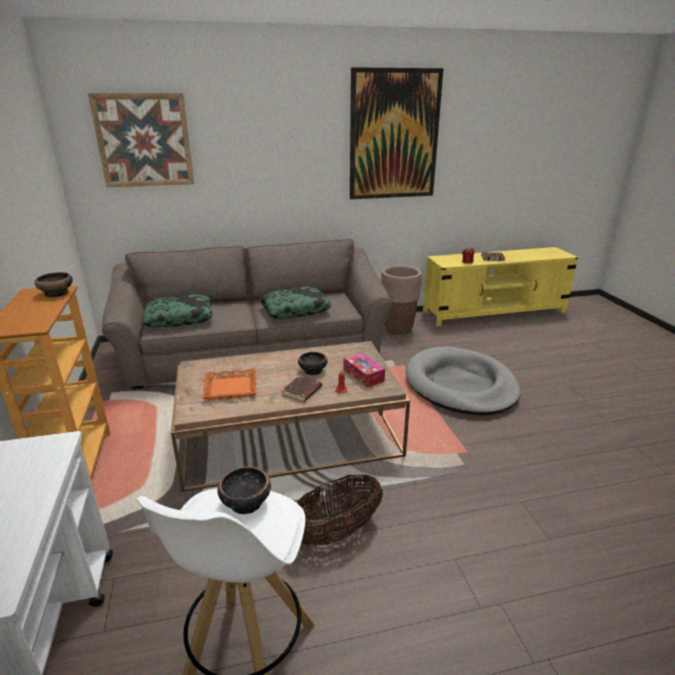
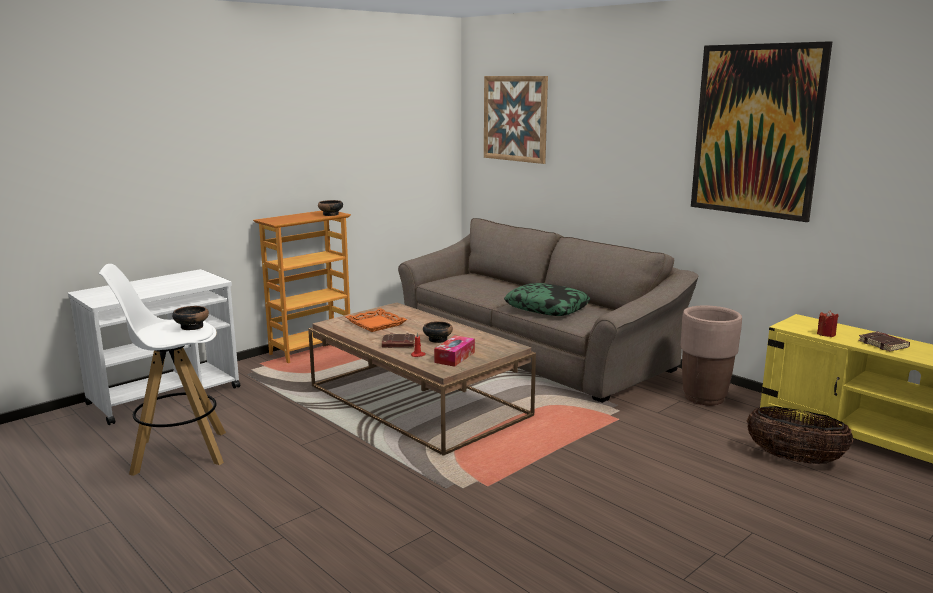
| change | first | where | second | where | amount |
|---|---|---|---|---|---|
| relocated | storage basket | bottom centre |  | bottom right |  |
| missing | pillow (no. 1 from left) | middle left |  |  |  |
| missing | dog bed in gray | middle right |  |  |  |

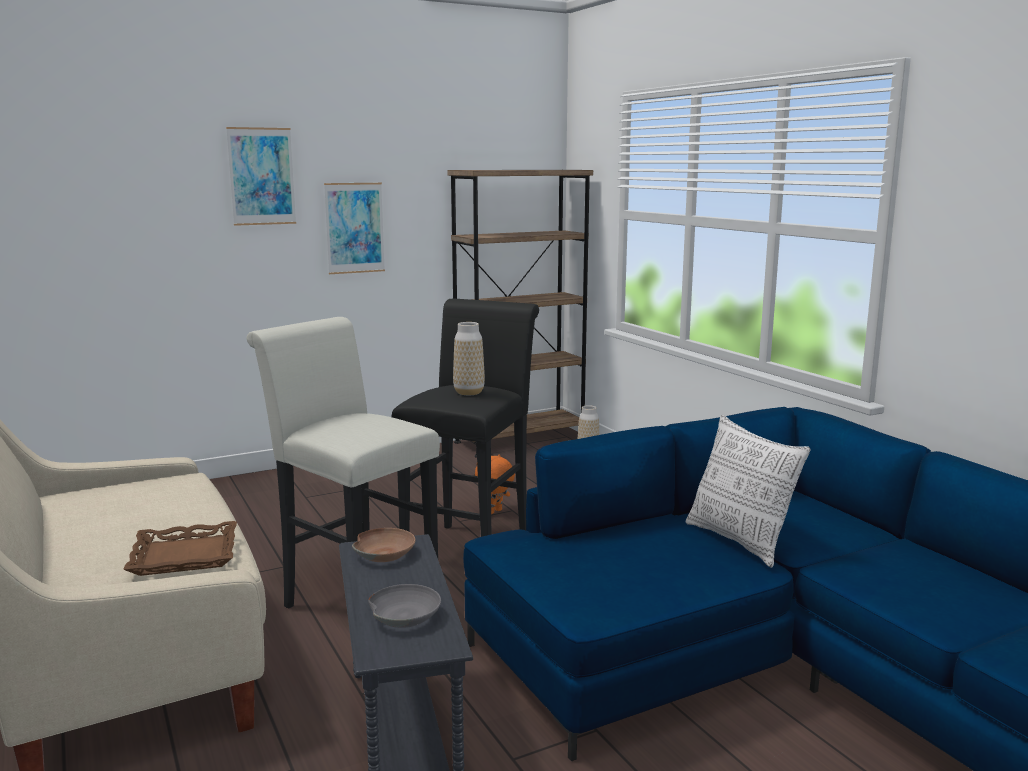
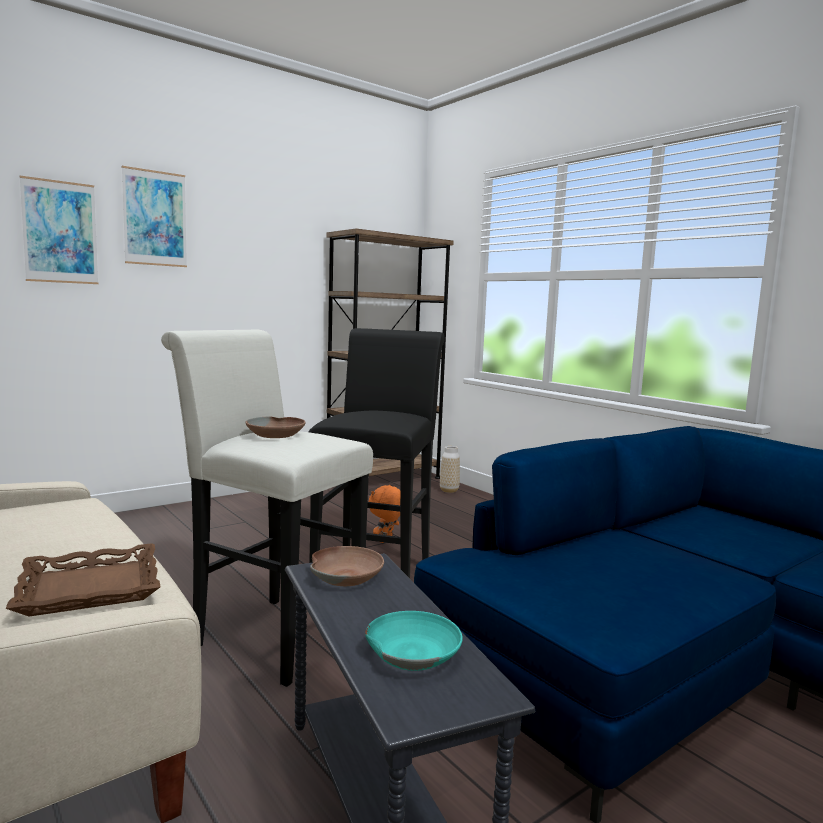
| change | first | where | second | where | amount |
|---|---|---|---|---|---|
| relocated | picture (no. 2 from left in the first image) | top centre | picture (no. 1 from left) | top left |  |
| appeared |  |  | deep dish in brownish (no. 1 from left) | centre |  |
| colour | deep dish in gray | bottom centre | deep dish in turquoise-coloured | bottom centre |  |
| missing | vase (no. 1 from left) | centre |  |  |  |
| missing | pillow | middle right |  |  |  |

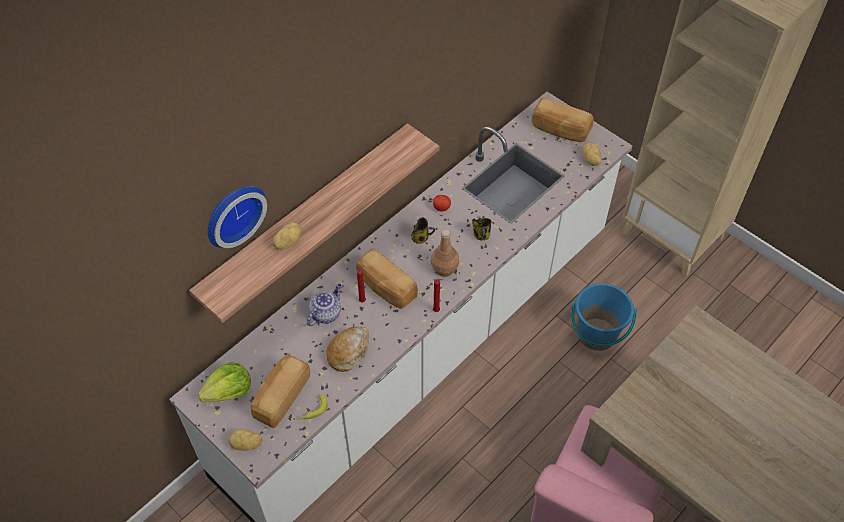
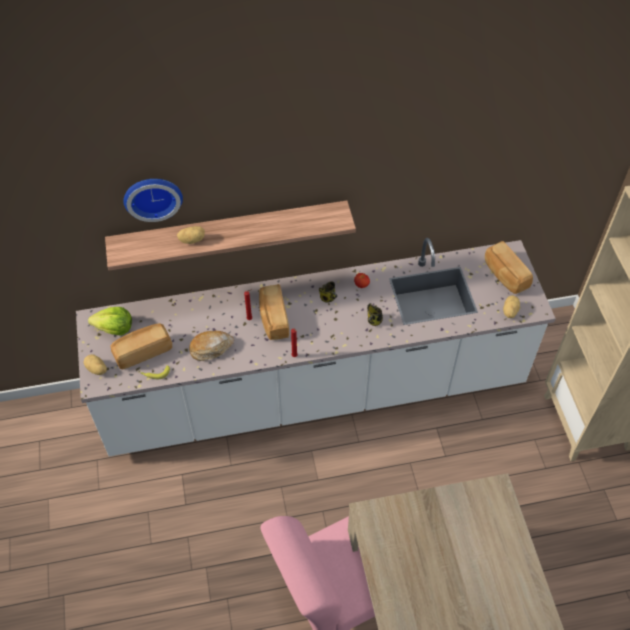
| change | first | where | second | where | amount |
|---|---|---|---|---|---|
| missing | tea pot | centre |  |  |  |
| missing | beverage bottle in brownish | centre |  |  |  |
| missing | water bucket in blue-coloured | middle right |  |  |  |

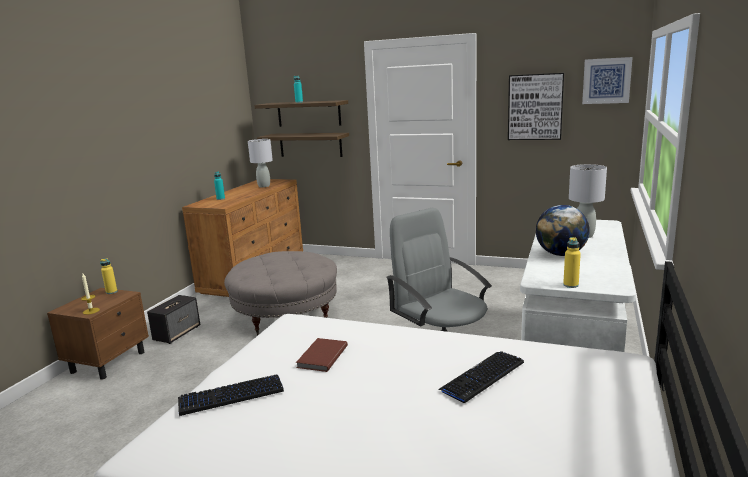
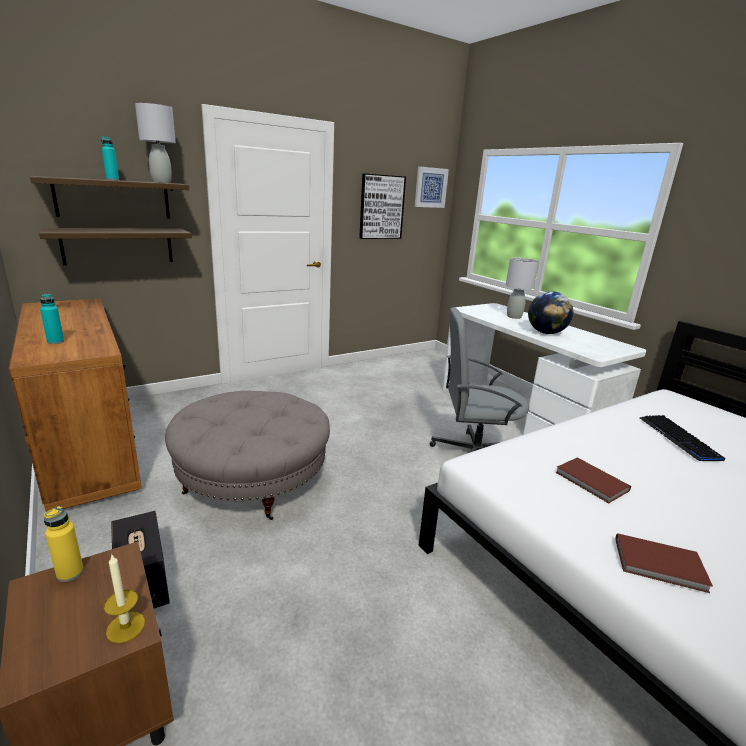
| change | first | where | second | where | amount |
|---|---|---|---|---|---|
| relocated | table lamp in gray (no. 1 from left) | centre |  | top left |  |
| exchanged | PC keyboard (no. 1 from left) | bottom left | book in brownish (no. 2 from left) | bottom right |  |
| missing | beverage bottle in yellow (no. 2 from left) | middle right |  |  |  |

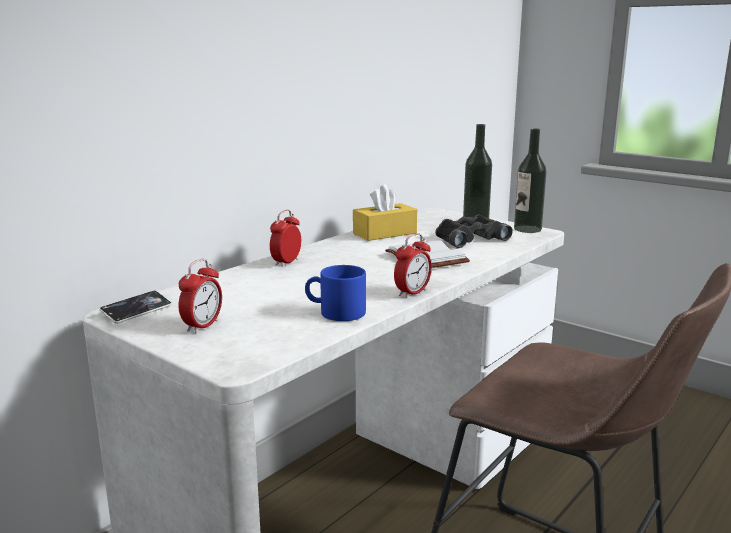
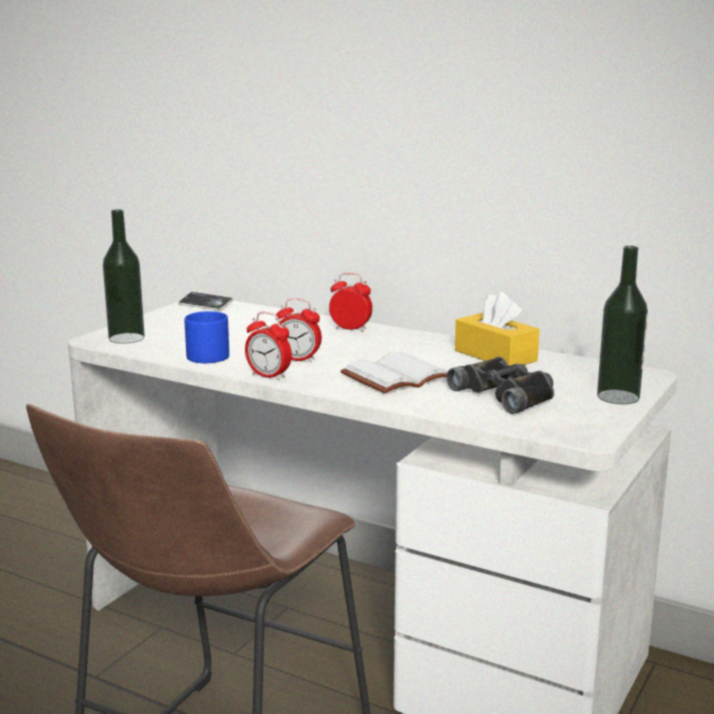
| change | first | where | second | where | amount |
|---|---|---|---|---|---|
| relocated | beverage bottle (no. 2 from left in the first image) | middle right | beverage bottle (no. 1 from left) | middle left |  |
| relocated | alarm clock (no. 1 from left in the first image) | middle left | alarm clock (no. 2 from left) | centre |  |

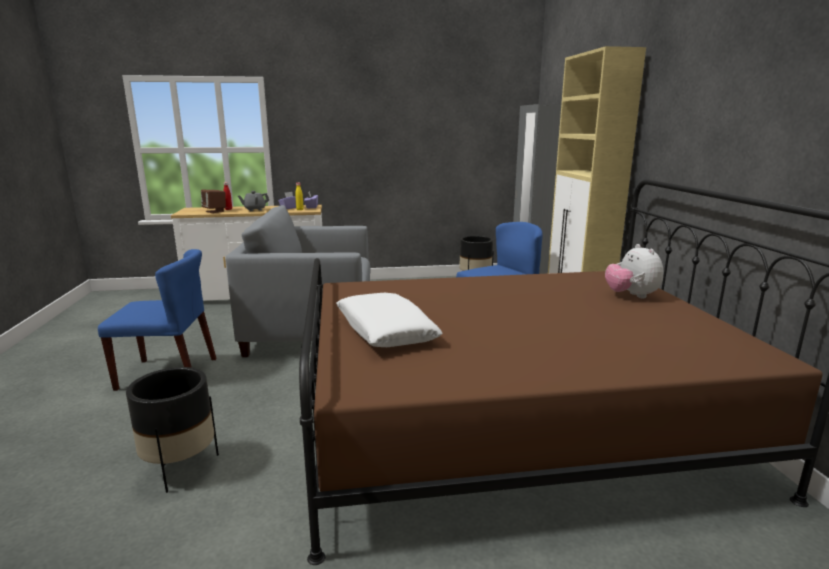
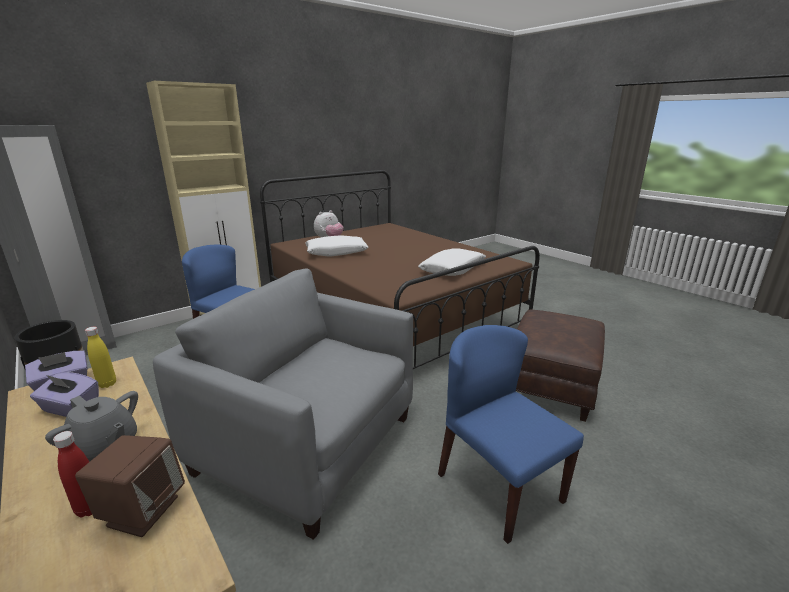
| change | first | where | second | where | amount |
|---|---|---|---|---|---|
| spun | lounge chair in gray | centre |  | bottom centre | 150 degrees clockwise |
| appeared |  |  | pillow in white (no. 1 from left) | centre |  |
| exchanged | plant pot in black (no. 1 from left) | bottom left | footrest in brownish | middle right |  |

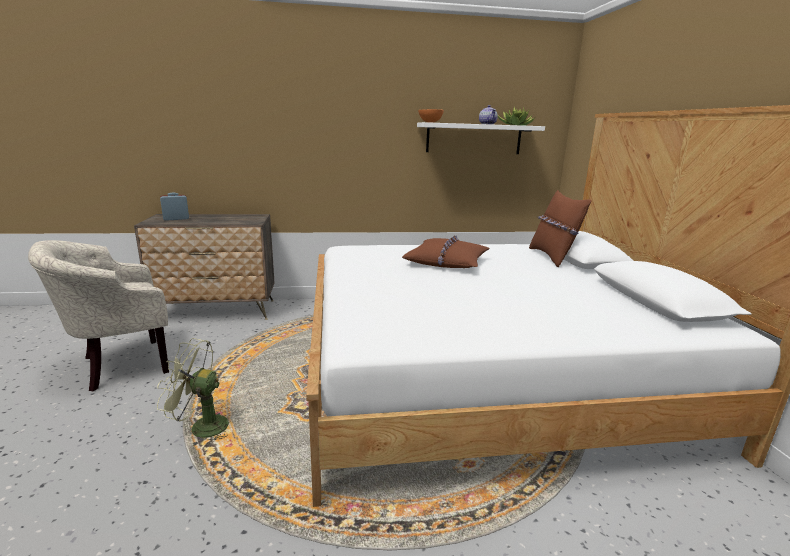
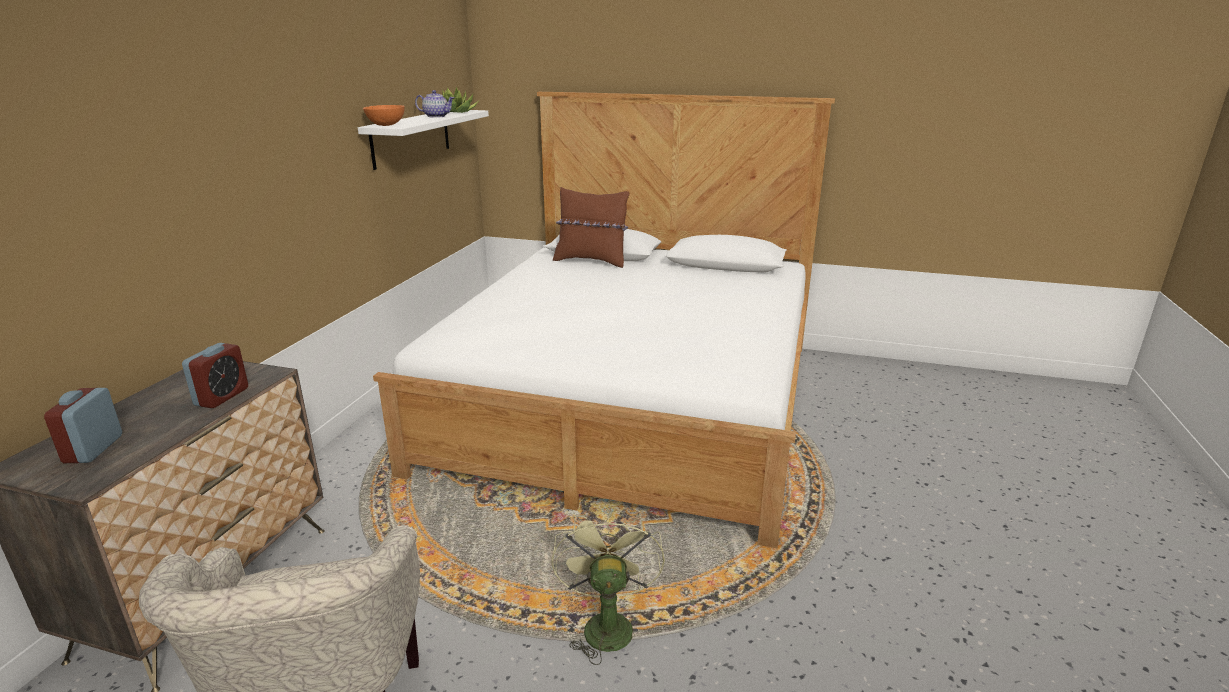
| change | first | where | second | where | amount |
|---|---|---|---|---|---|
| appeared |  |  | alarm clock (no. 2 from left) | middle left |  |
| spun | cooling fan in greenish | bottom left |  | bottom centre | 150 degrees clockwise |
| missing | pillow in brownish (no. 1 from left) | centre |  |  |  |

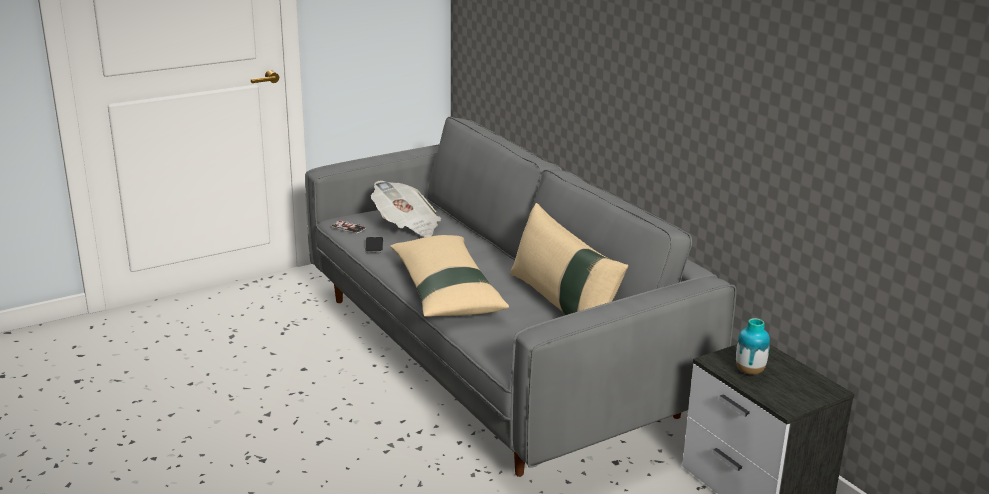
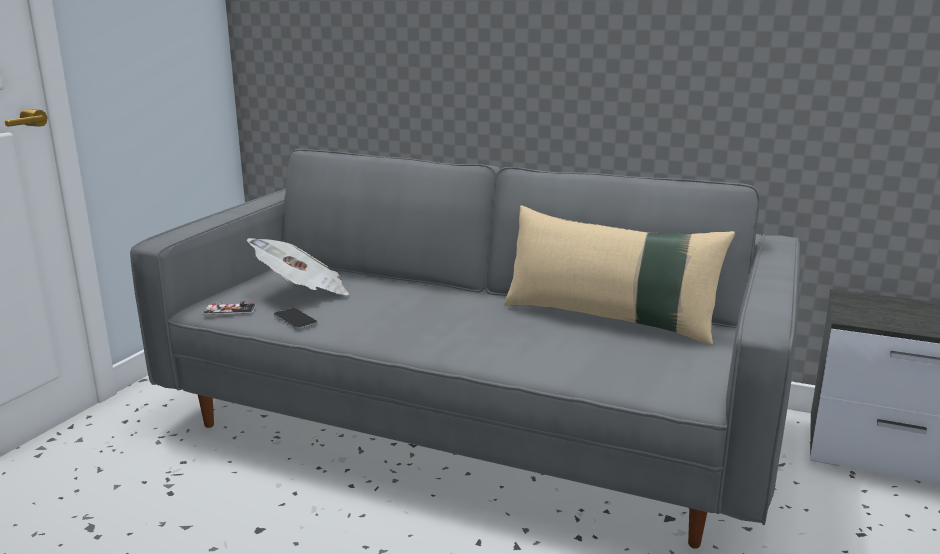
| change | first | where | second | where | amount |
|---|---|---|---|---|---|
| missing | pillow in beige (no. 1 from left) | centre |  |  |  |
| missing | vase | bottom right |  |  |  |

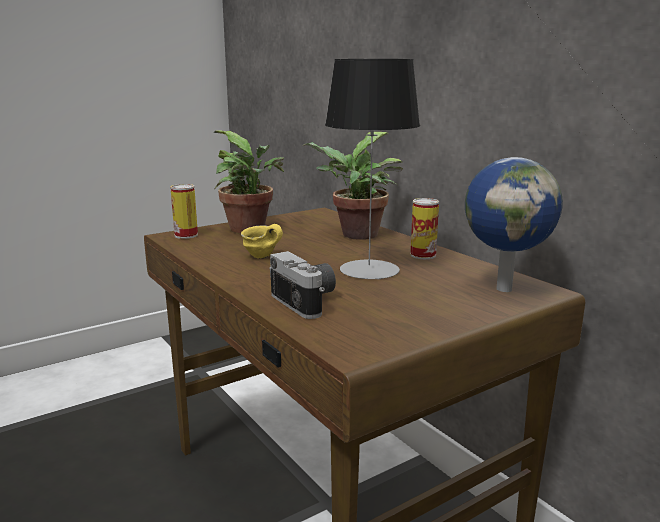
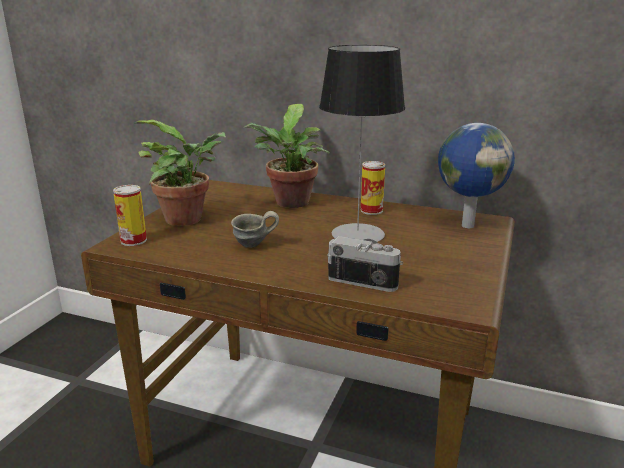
| change | first | where | second | where | amount |
|---|---|---|---|---|---|
| colour | mug in yellow | centre | mug in gray | centre |  |

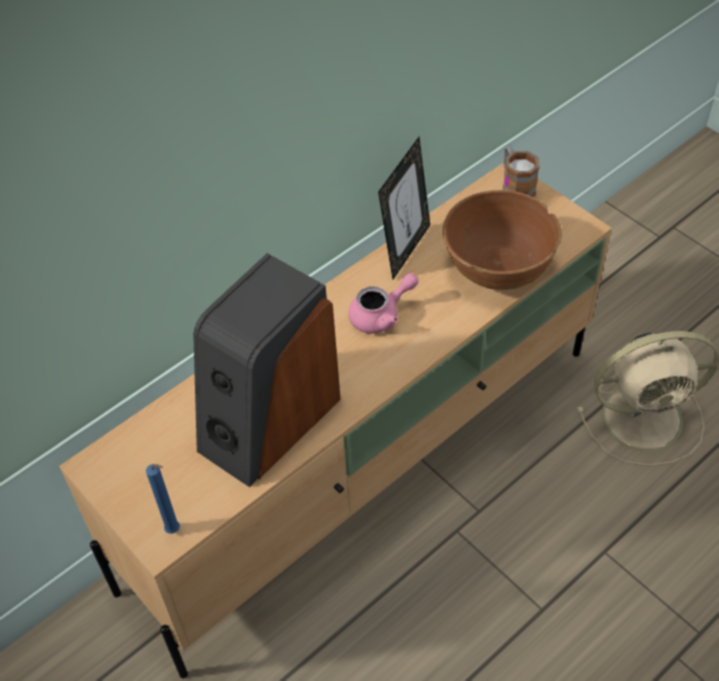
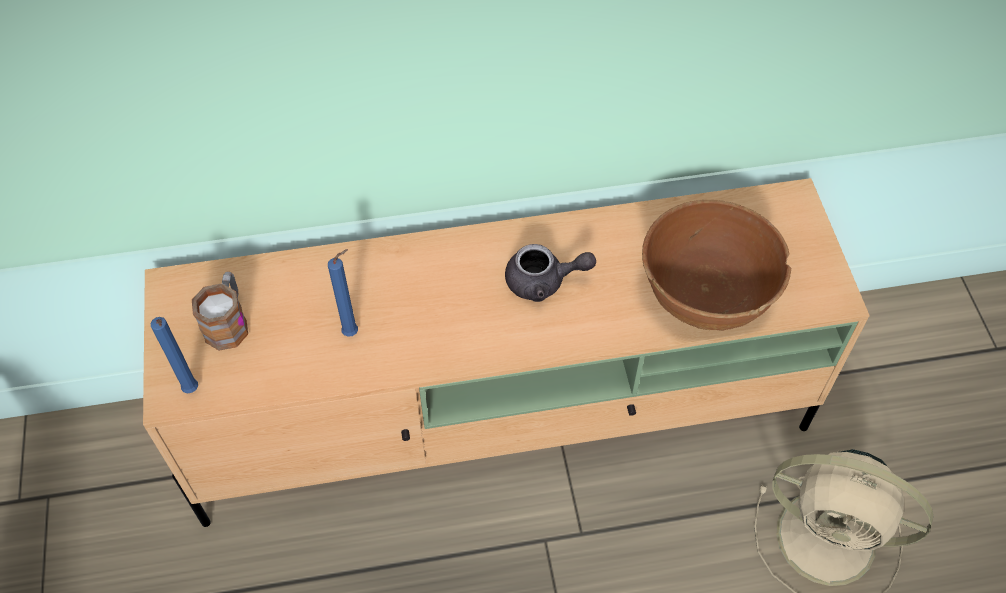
| change | first | where | second | where | amount |
|---|---|---|---|---|---|
| relocated | mug | top right |  | middle left |  |
| exchanged | audio speaker | centre | wax candle in blue-coloured (no. 2 from left) | centre |  |
| colour | tea pot in pink | centre | tea pot in gray | centre |  |
| missing | photo frame | top centre |  |  |  |

